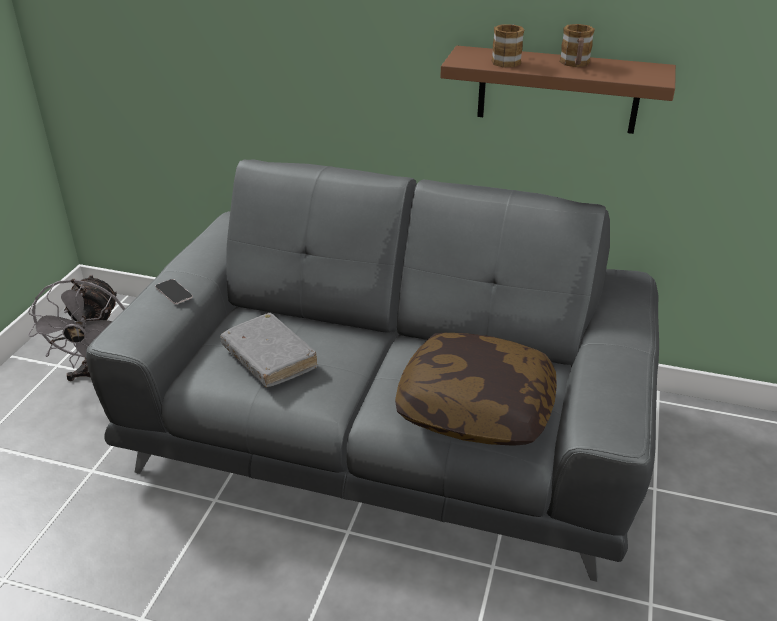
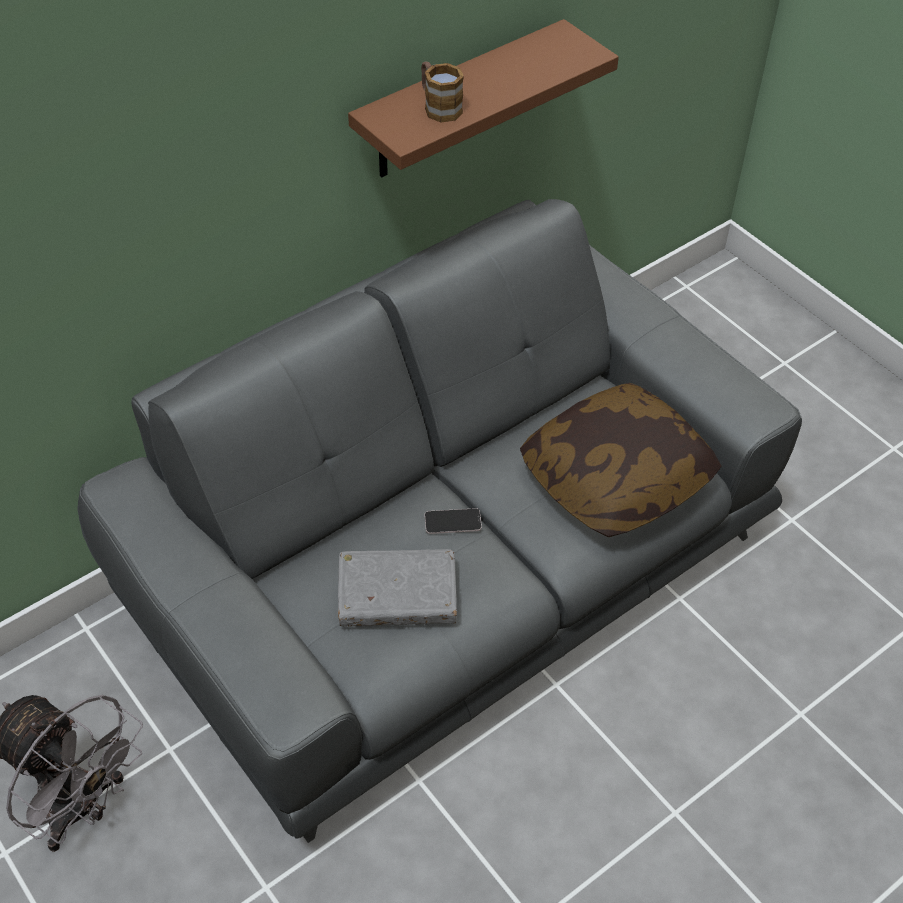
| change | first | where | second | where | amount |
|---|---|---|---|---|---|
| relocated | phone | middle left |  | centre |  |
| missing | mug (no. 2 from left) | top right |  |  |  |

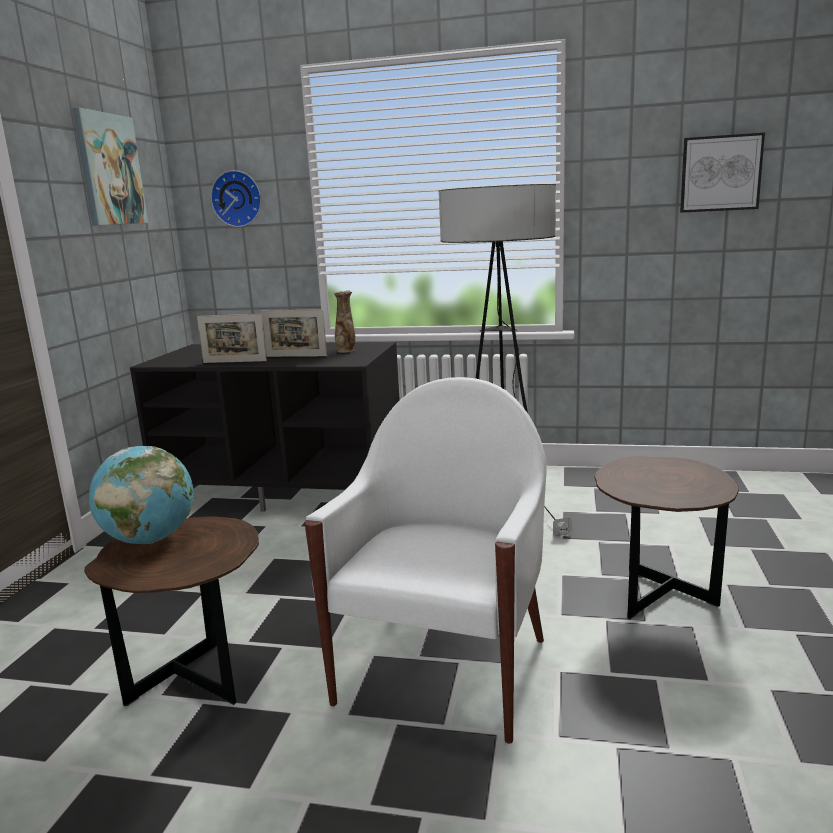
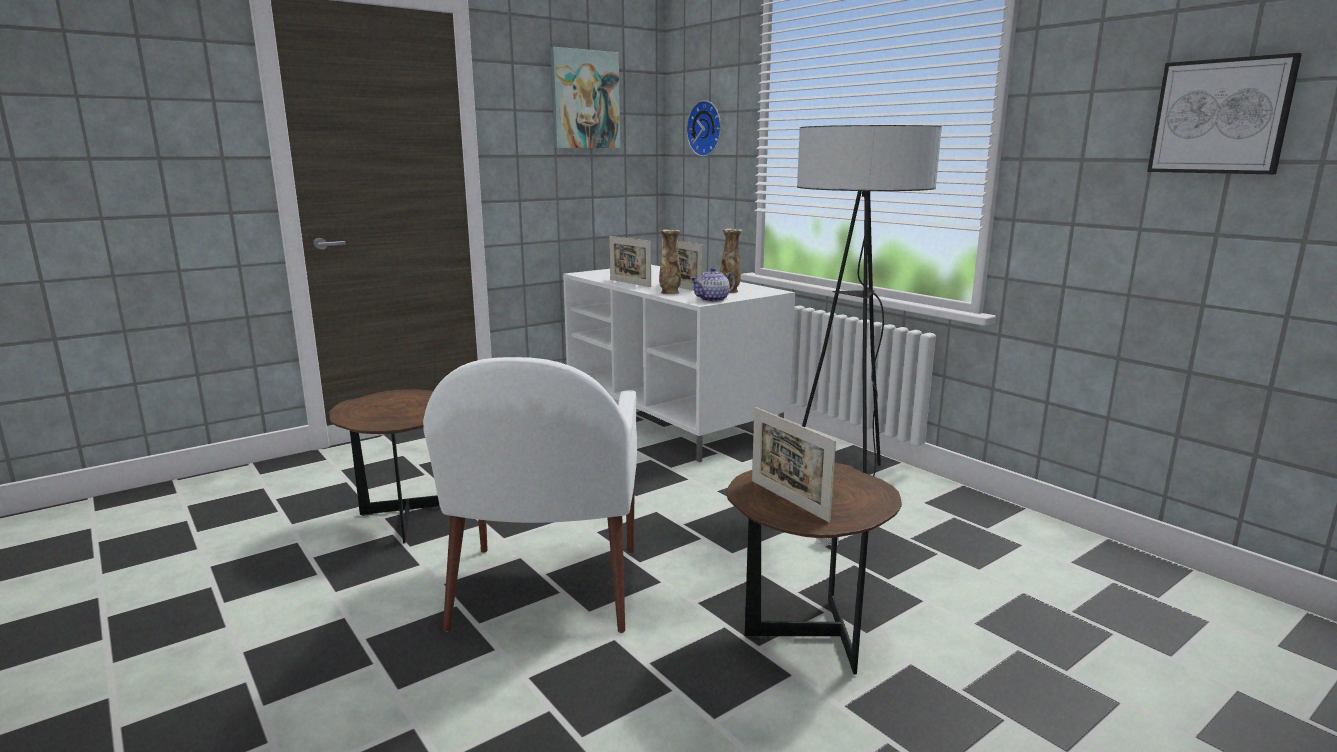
| change | first | where | second | where | amount |
|---|---|---|---|---|---|
| spun | lounge chair in white | bottom centre |  | centre | 120 degrees clockwise |
| colour | tv unit in black | middle left | tv unit in white | centre |  |
| appeared |  |  | vase (no. 1 from left) | centre |  |
| appeared |  |  | tea pot | centre |  |
| appeared |  |  | photo frame (no. 3 from left) | centre |  |
| missing | world globe | middle left |  |  |  |

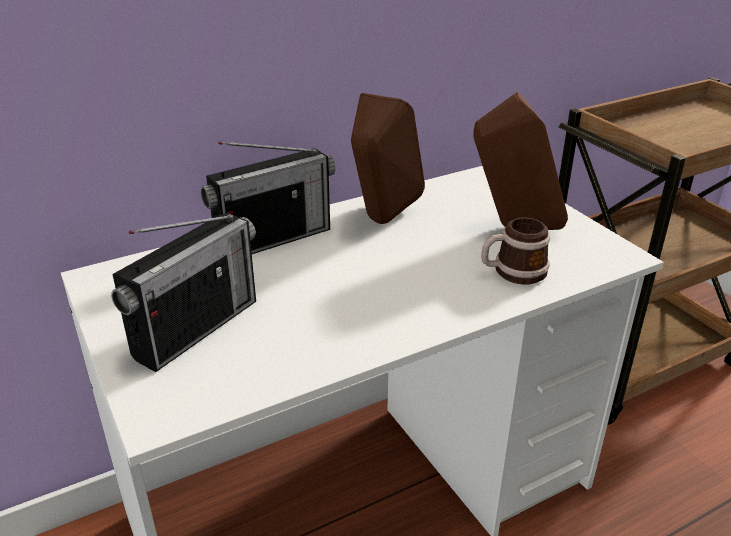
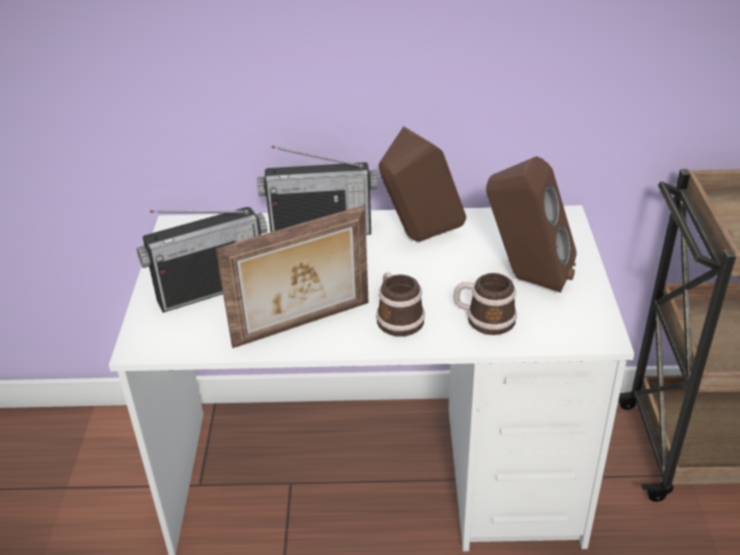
| change | first | where | second | where | amount |
|---|---|---|---|---|---|
| appeared |  |  | photo frame | centre |  |
| appeared |  |  | mug (no. 1 from left) | centre |  |

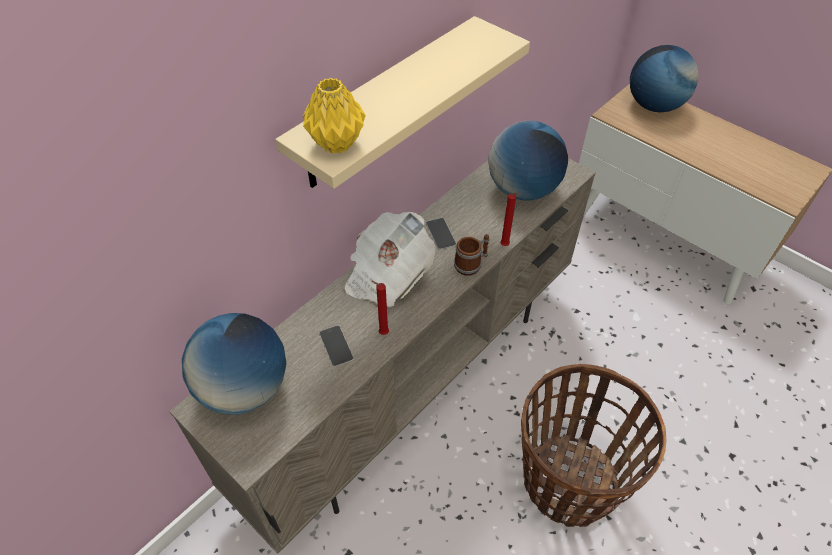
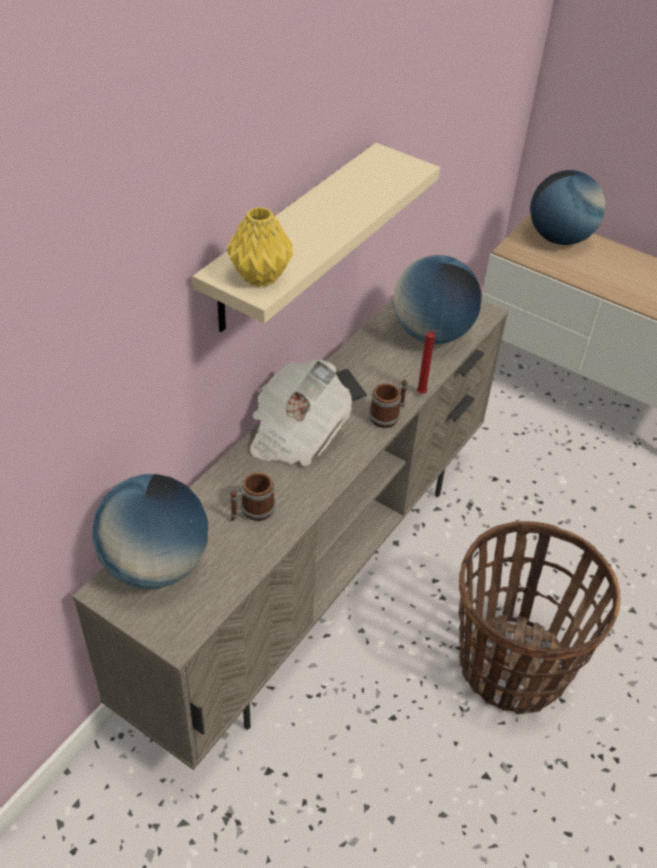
| change | first | where | second | where | amount |
|---|---|---|---|---|---|
| exchanged | phone (no. 1 from left) | centre | mug (no. 1 from left) | centre |  |
| missing | wax candle in reddish (no. 1 from left) | centre |  |  |  |

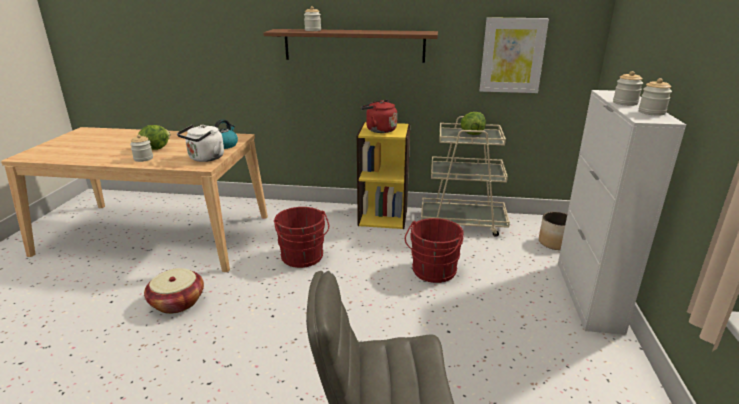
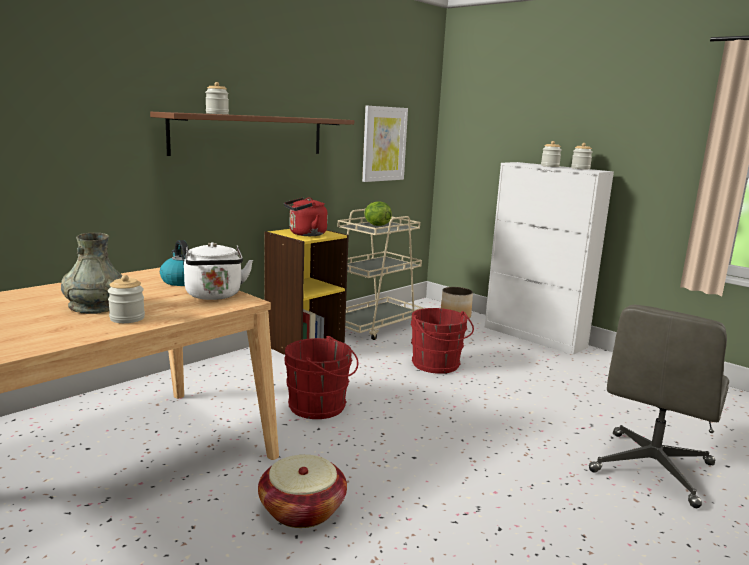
| change | first | where | second | where | amount |
|---|---|---|---|---|---|
| exchanged | head of lettuce (no. 1 from left) | middle left | vase in gray | middle left |  |

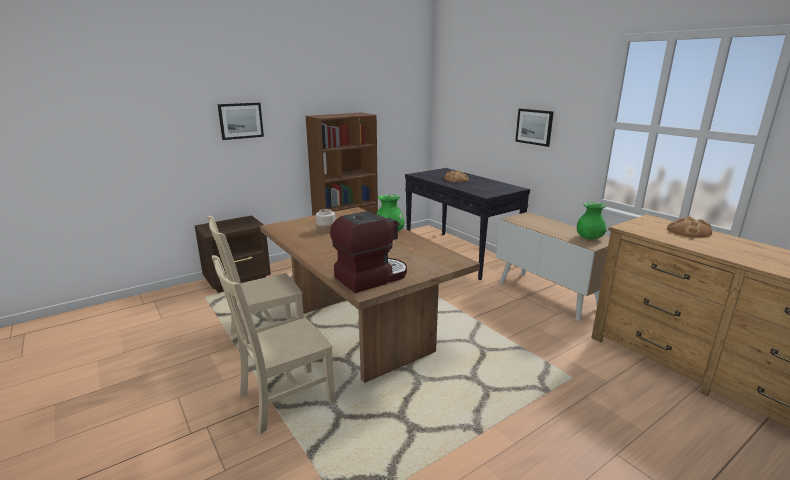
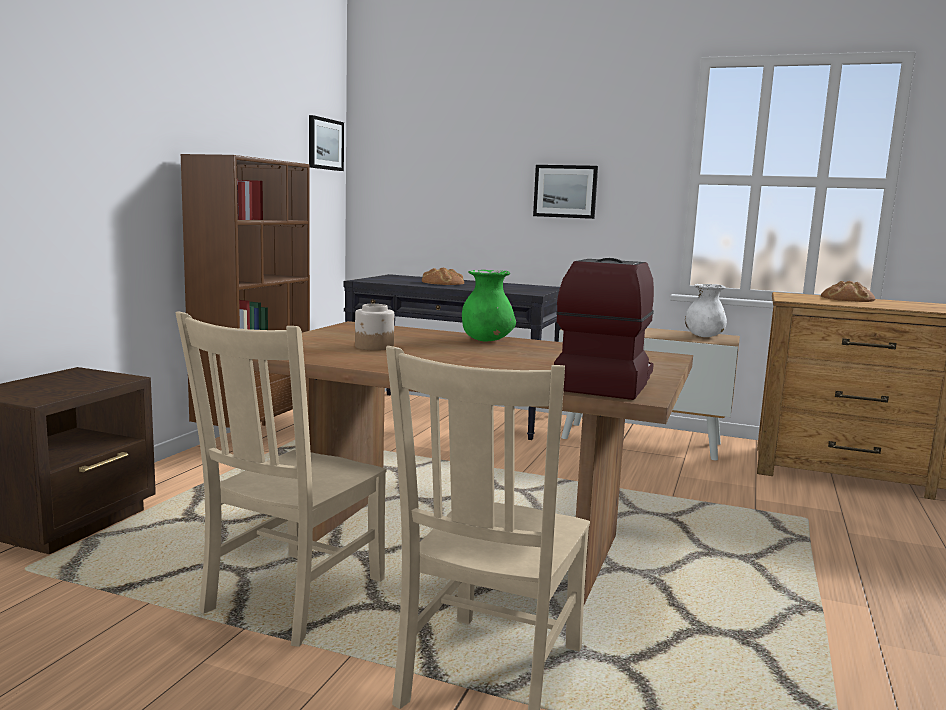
| change | first | where | second | where | amount |
|---|---|---|---|---|---|
| relocated | picture (no. 1 from left) | top left |  | top centre |  |
| colour | vase in greenish (no. 2 from left) | middle right | vase in white | middle right |  |

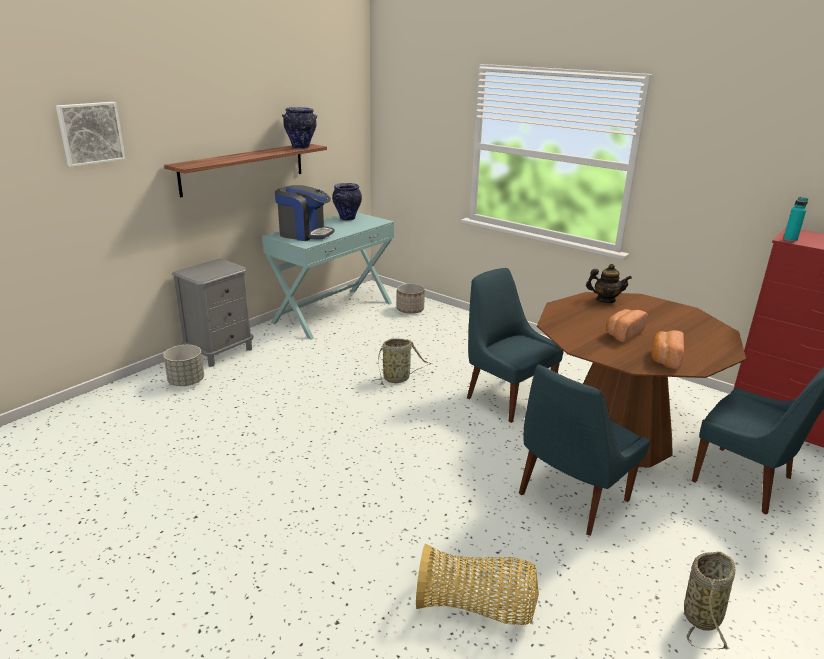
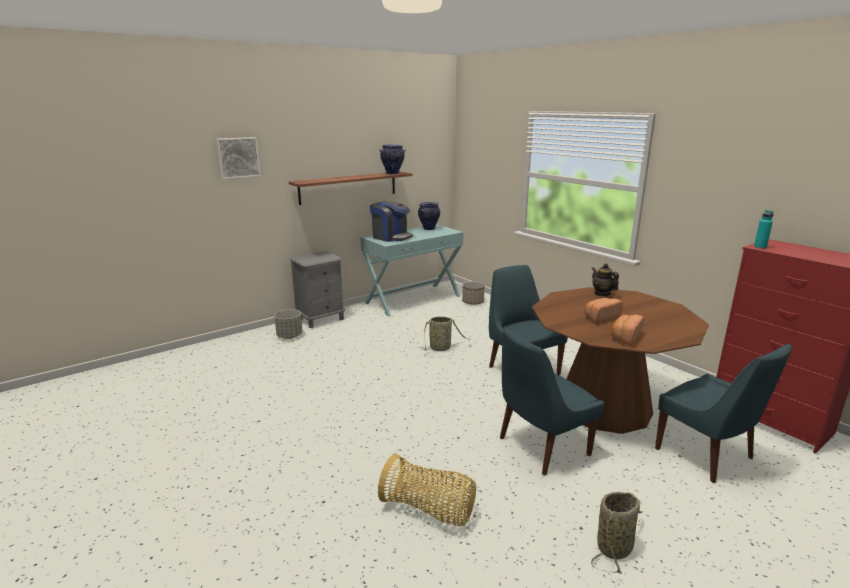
| change | first | where | second | where | amount |
|---|---|---|---|---|---|
| spun | tea pot | middle right |  | middle right | 150 degrees counterclockwise |

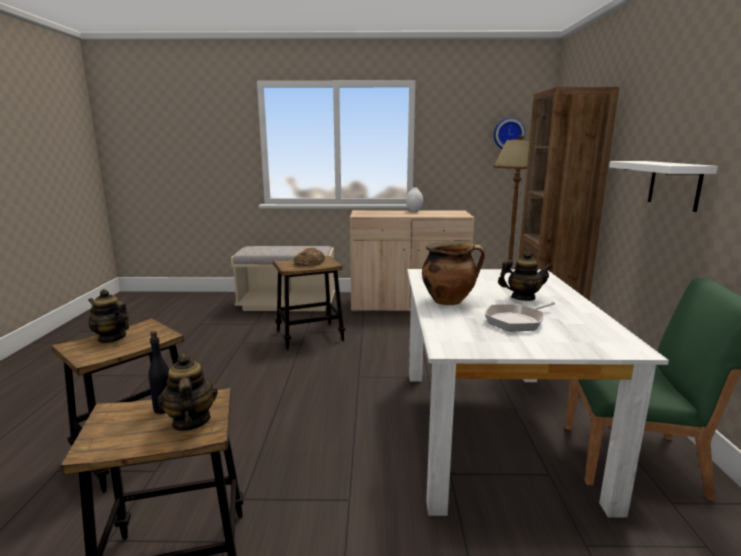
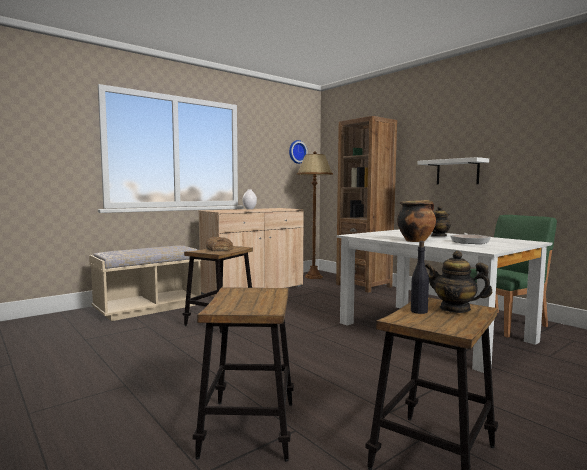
| change | first | where | second | where | amount |
|---|---|---|---|---|---|
| missing | tea pot (no. 1 from left) | middle left |  |  |  |

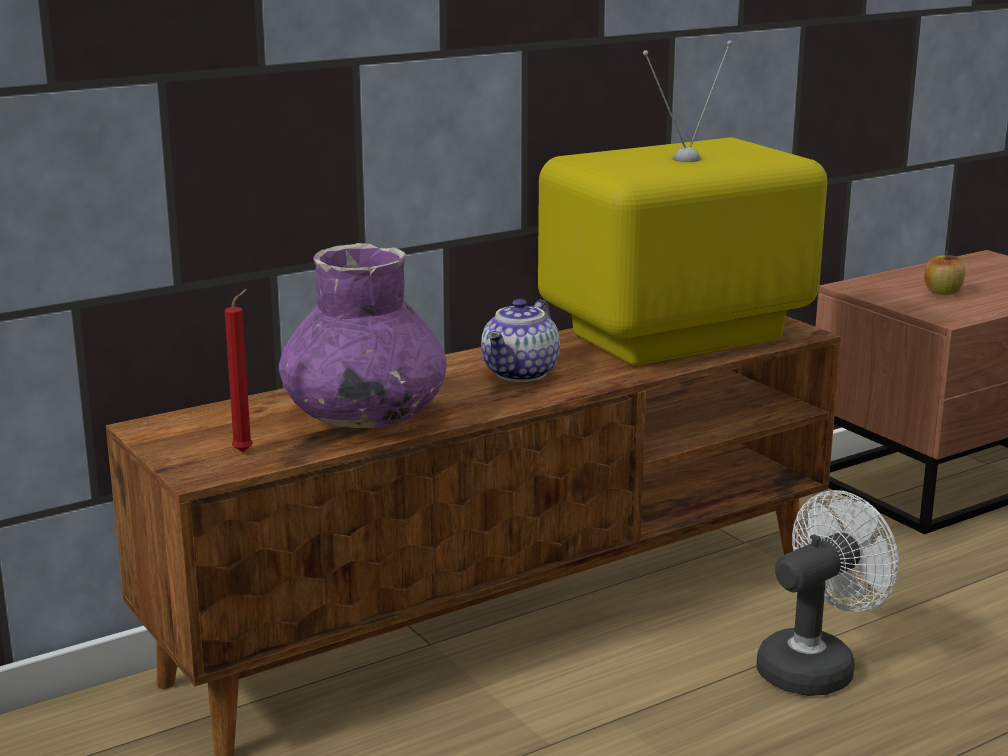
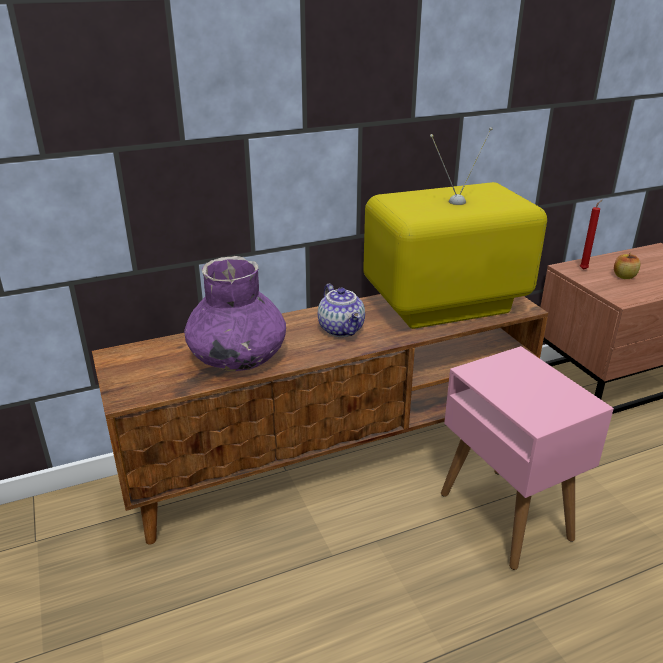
| change | first | where | second | where | amount |
|---|---|---|---|---|---|
| spun | tea pot | centre |  | centre | 60 degrees counterclockwise |
| exchanged | cooling fan in white | bottom right | side table in pink | bottom right |  |
| relocated | wax candle in reddish | middle left |  | middle right |  |

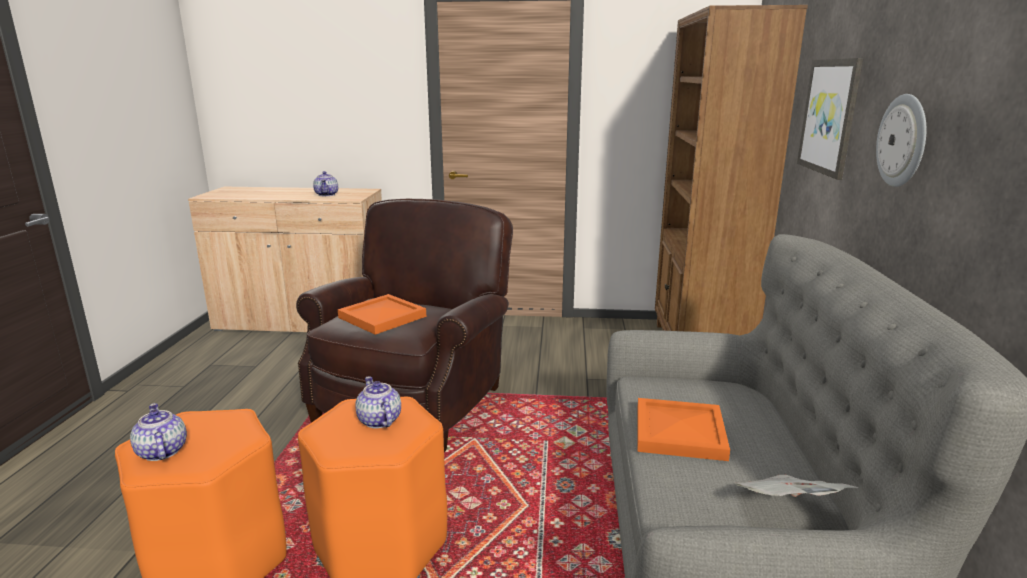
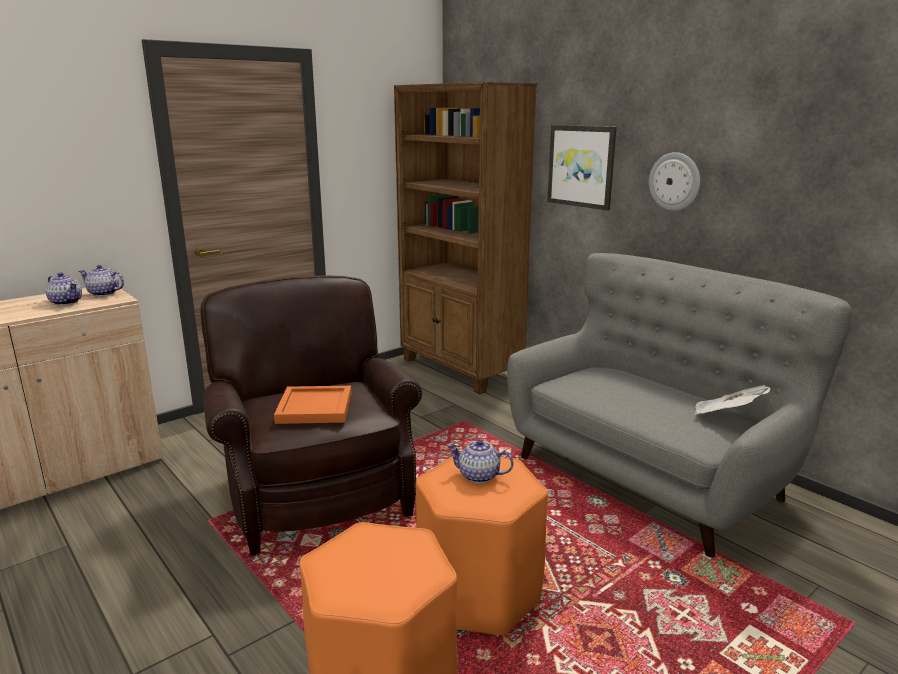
| change | first | where | second | where | amount |
|---|---|---|---|---|---|
| relocated | tea pot (no. 1 from left in the first image) | bottom left | tea pot (no. 2 from left) | middle left |  |
| missing | serving tray in orange-coloured (no. 2 from left) | bottom centre |  |  |  |

